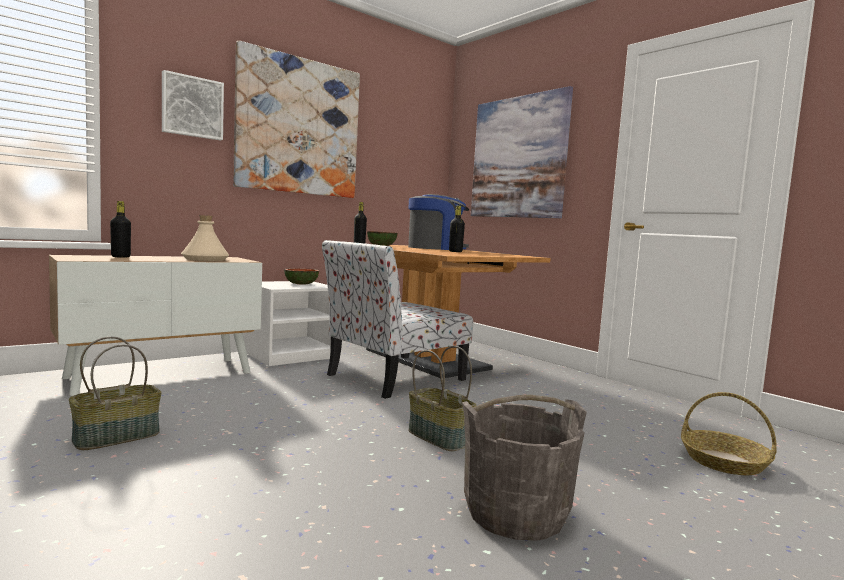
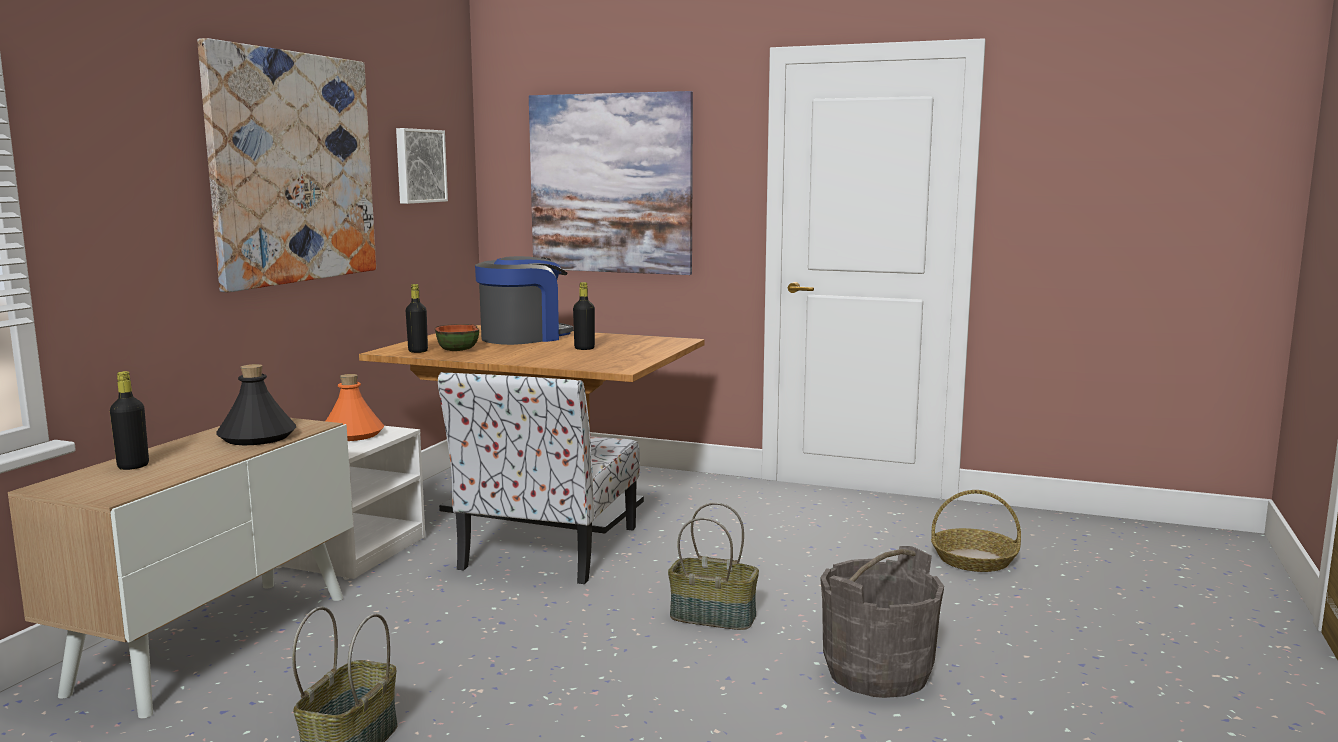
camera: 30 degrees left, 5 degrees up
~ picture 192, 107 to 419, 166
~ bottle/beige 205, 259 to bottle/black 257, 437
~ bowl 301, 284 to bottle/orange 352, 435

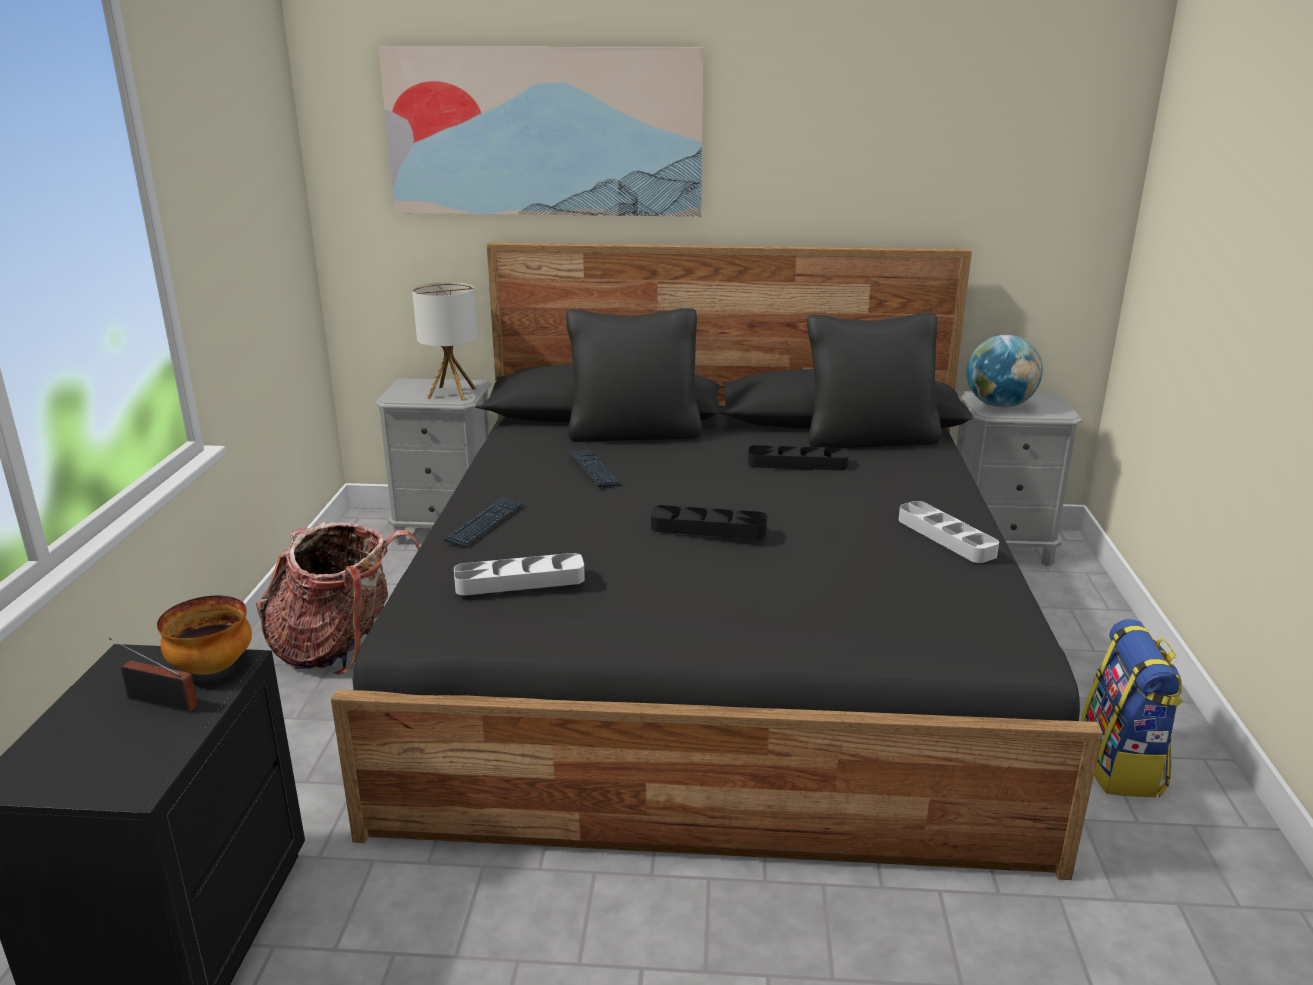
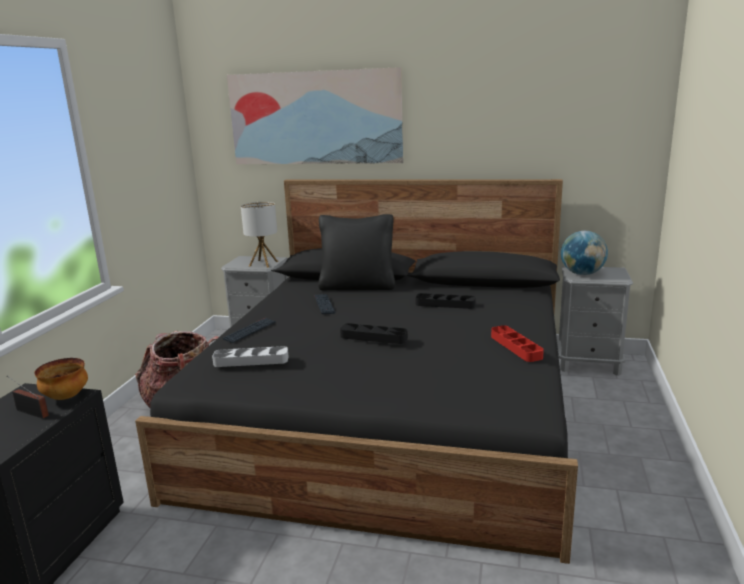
camera: 10 degrees right, 5 degrees down
- pillow/black 869, 439
~ tray/grey 946, 537 to tray/red 516, 347
- backpack 1122, 766

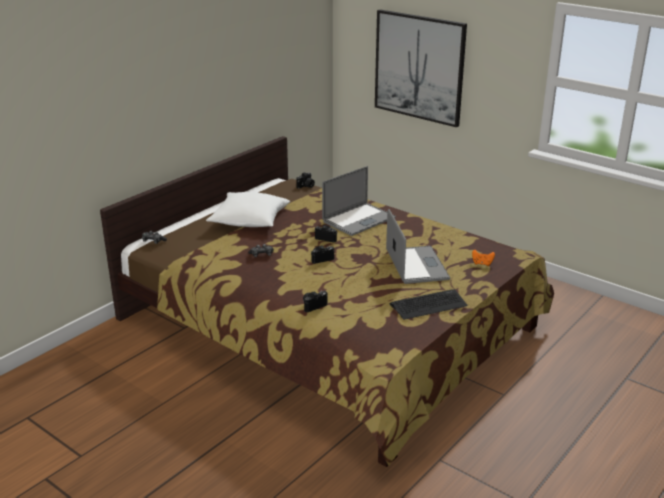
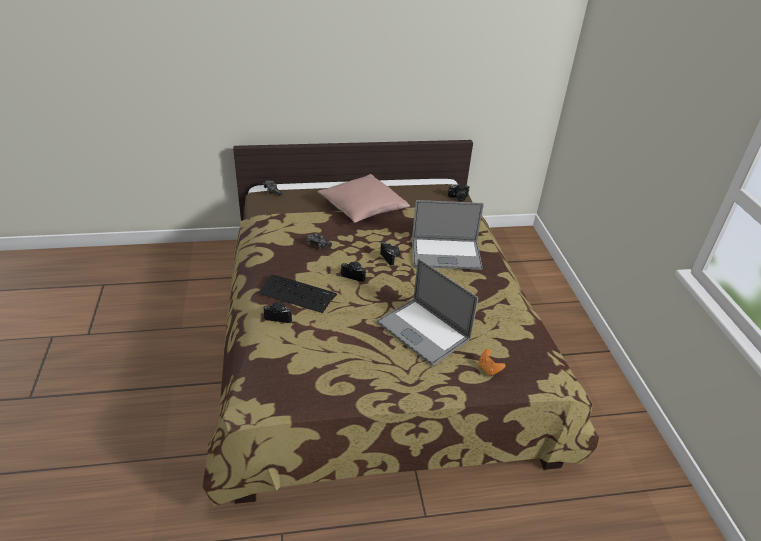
camera: 40 degrees right, 10 degrees up
- picture 419, 67
~ pillow/white 249, 221 to pillow/pink 362, 208
~ laptop 416, 265 = 423, 331 105 degrees clockwise
~ keyboard 428, 305 to 297, 294

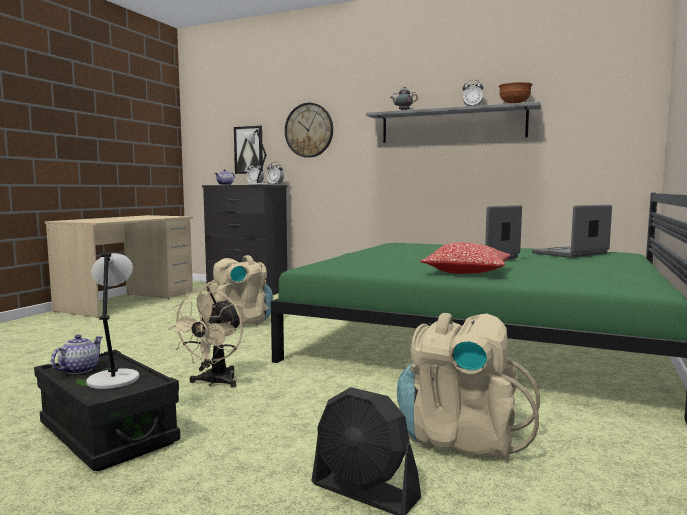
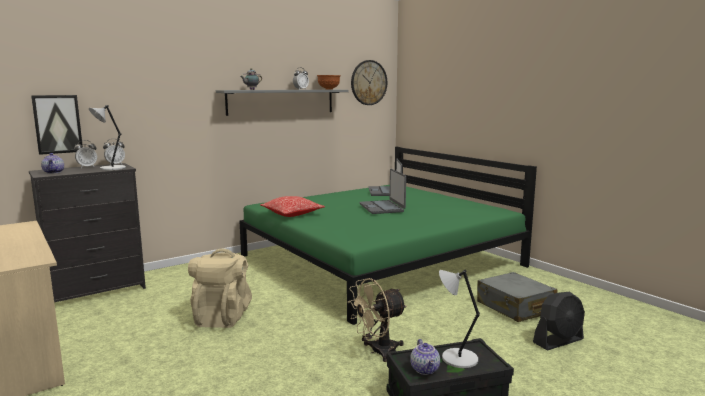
camera: 60 degrees left, 5 degrees up
~ wall clock 309, 130 to 368, 82
~ pillow 467, 272 to 292, 214
~ fan/beige 214, 383 = 377, 351 105 degrees clockwise
~ backpack/beige 461, 438 to suitcase/grey 515, 307
~ teapot 79, 370 = 425, 369 150 degrees counterclockwise

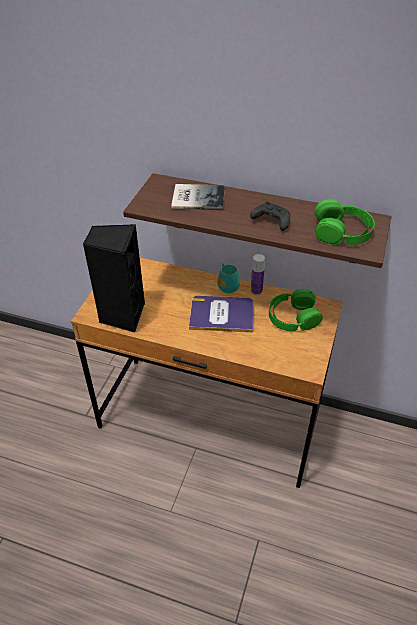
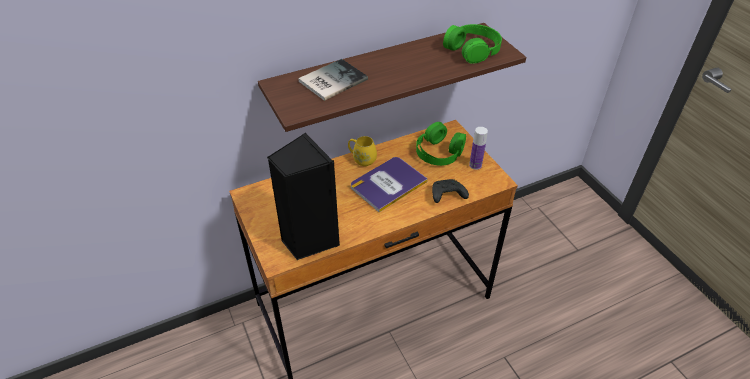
camera: 45 degrees left, 0 degrees up
~ game controller/black 271, 221 to 447, 195
~ bottle 256, 291 to 475, 165
~ mug/turquoise 227, 285 to mug/yellow 362, 159

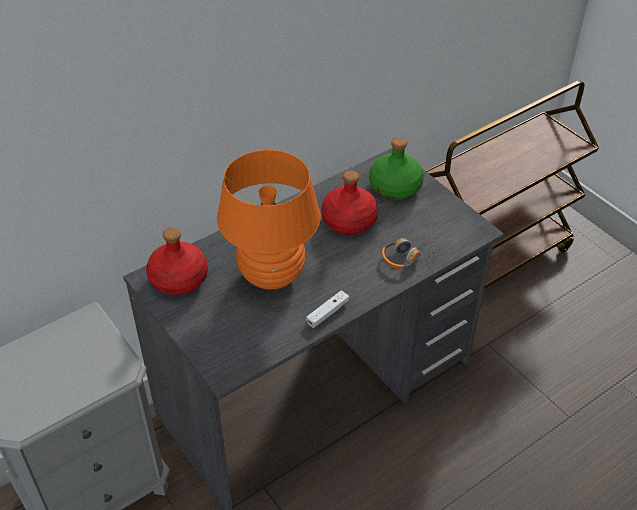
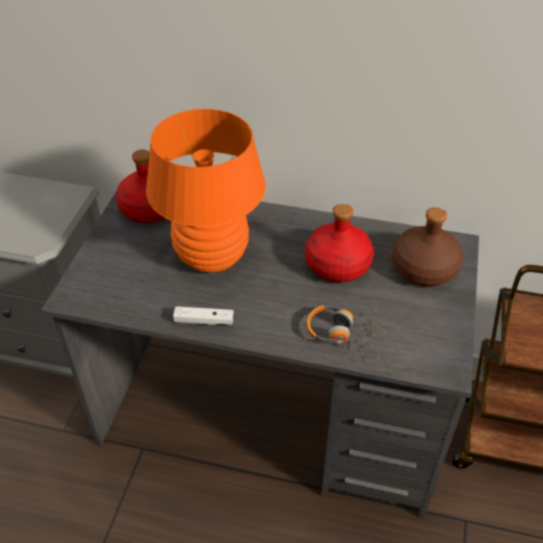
camera: 50 degrees right, 0 degrees up
~ bottle/green 394, 187 to bottle/brown 423, 268

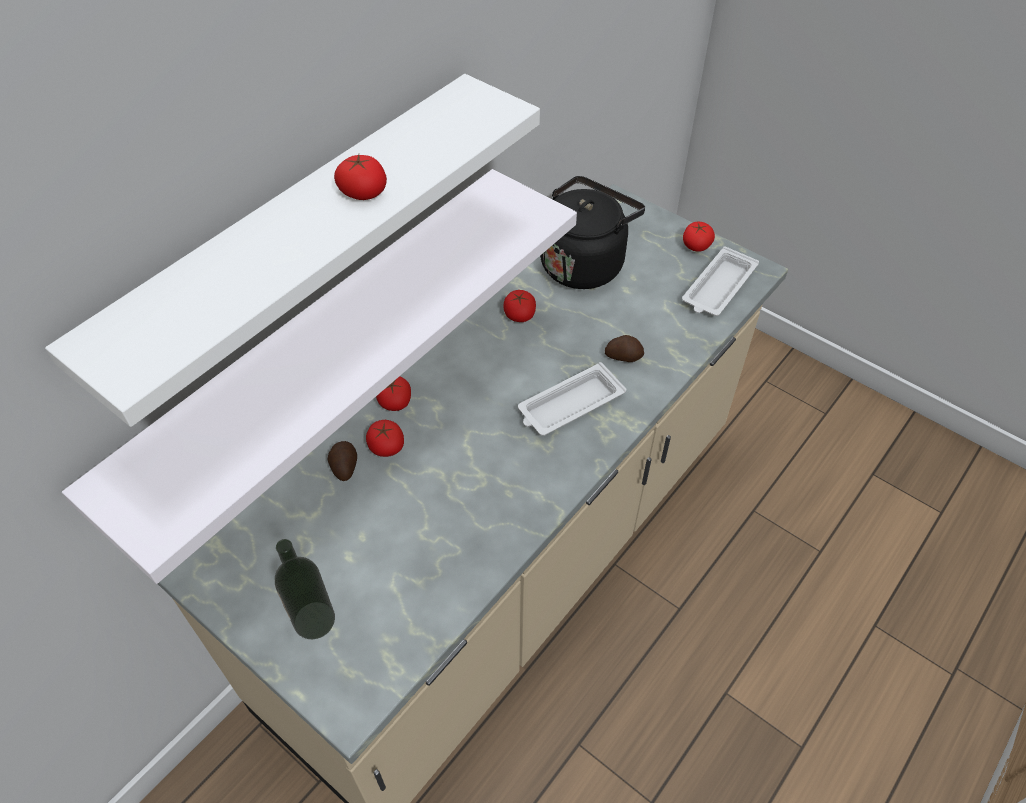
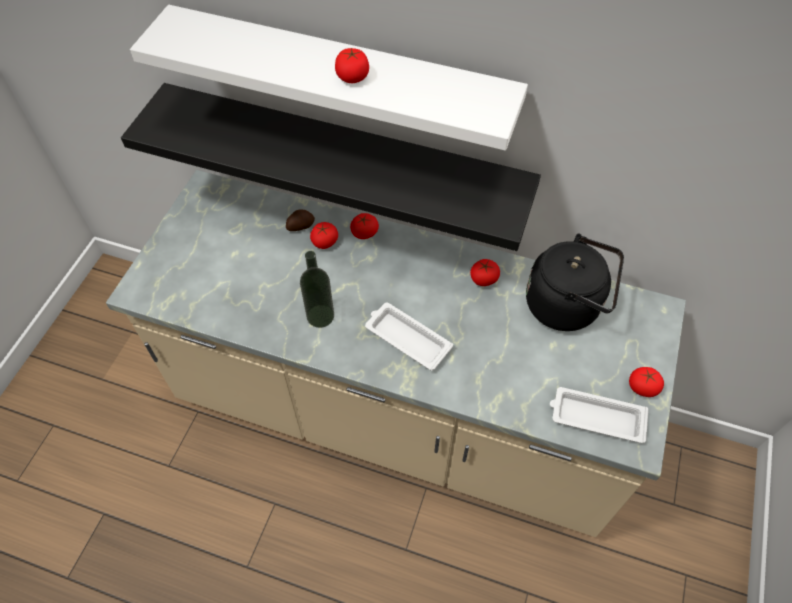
camera: 70 degrees right, 5 degrees up
~ shelf/white 319, 340 to shelf/black 345, 153
- potato 623, 356
~ bottle 314, 620 to 320, 316

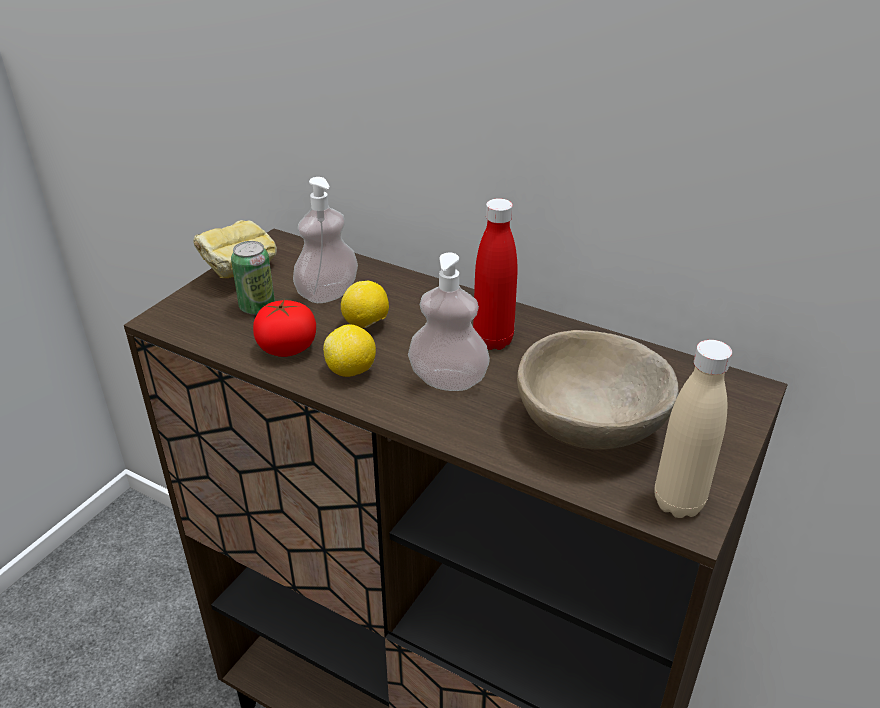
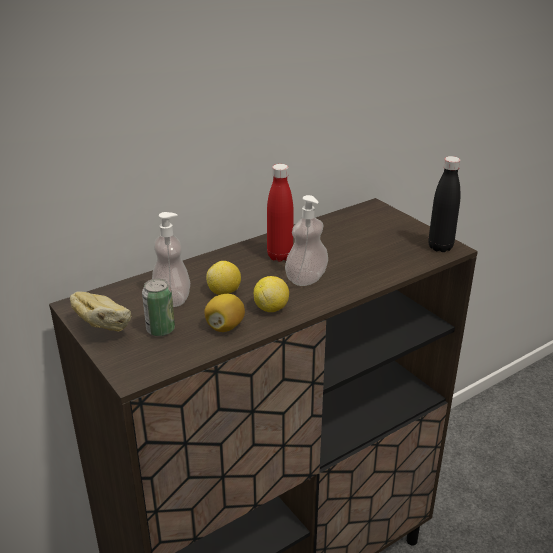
camera: 65 degrees left, 5 degrees down
~ tomato 287, 348 to lemon 225, 327
- bowl/beige 589, 427
~ bottle/beige 678, 503 to bottle/black 440, 247

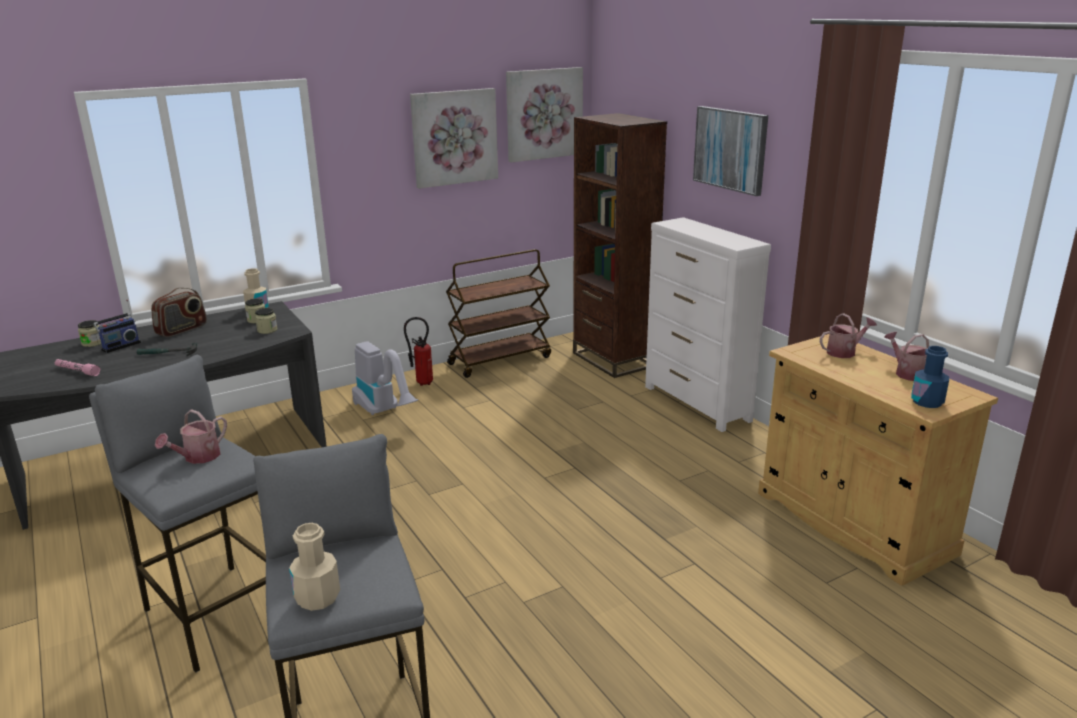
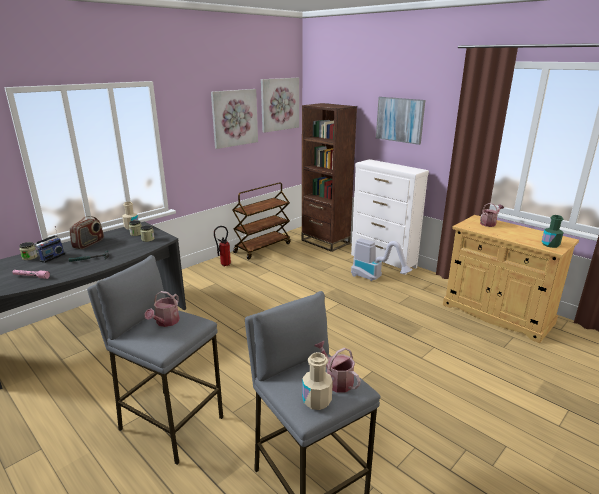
camera: 15 degrees left, 0 degrees up
~ watering can 907, 373 to 336, 380
~ vacuum cleaner 384, 411 to 375, 278
~ bottle/blue 927, 402 to bottle/green 550, 245

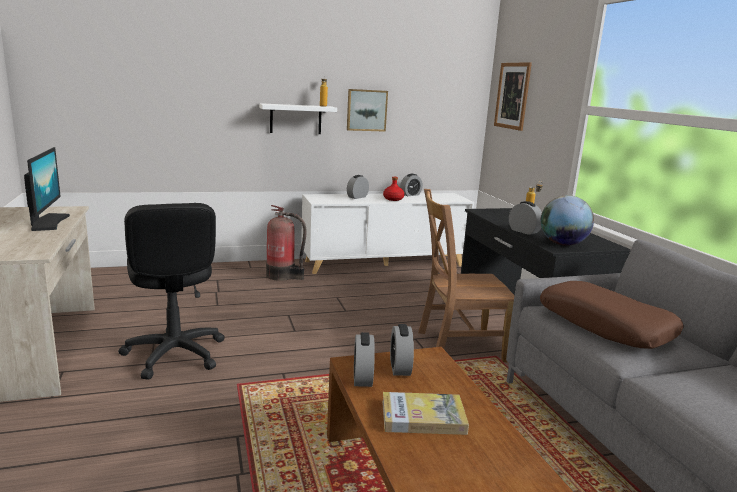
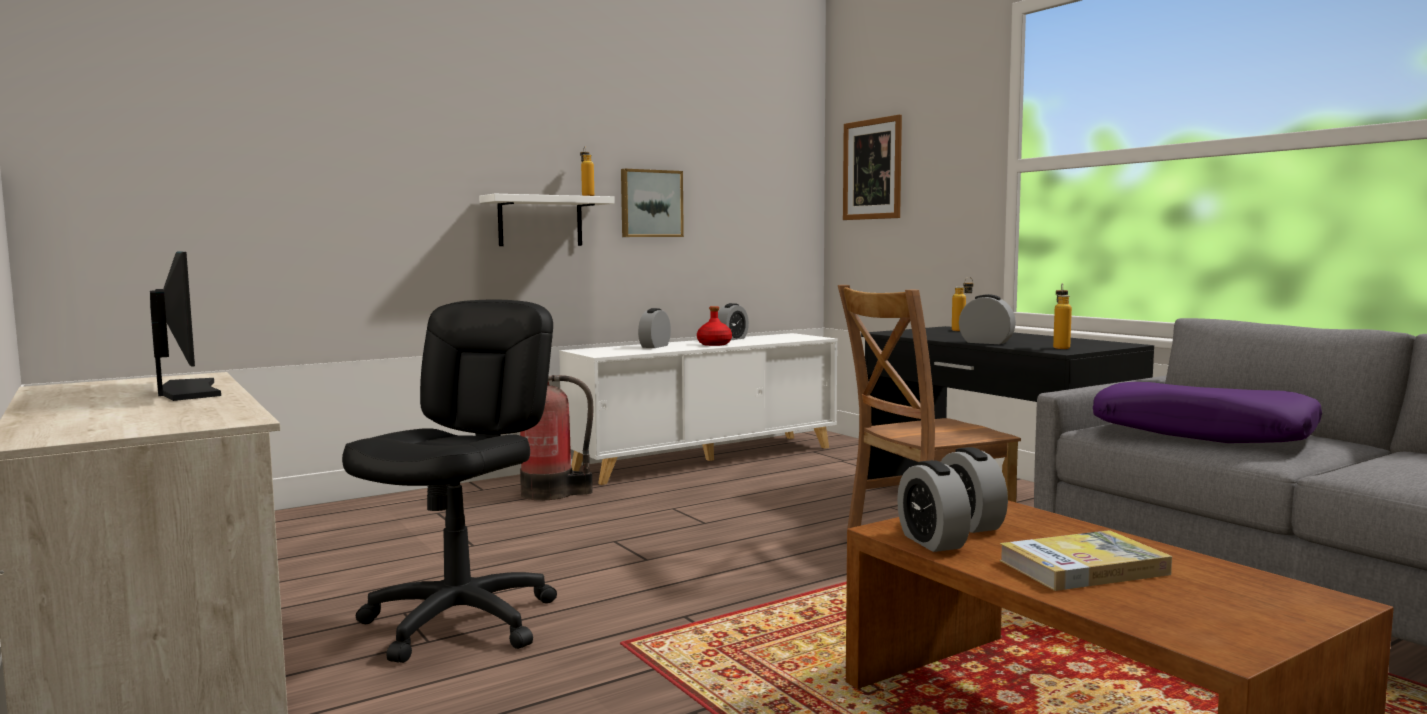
camera: 15 degrees left, 10 degrees down
~ globe 562, 244 to bottle 1060, 347
~ office chair/black 174, 354 = 461, 622 120 degrees counterclockwise
~ pillow/brown 605, 325 to pillow/purple 1202, 432

